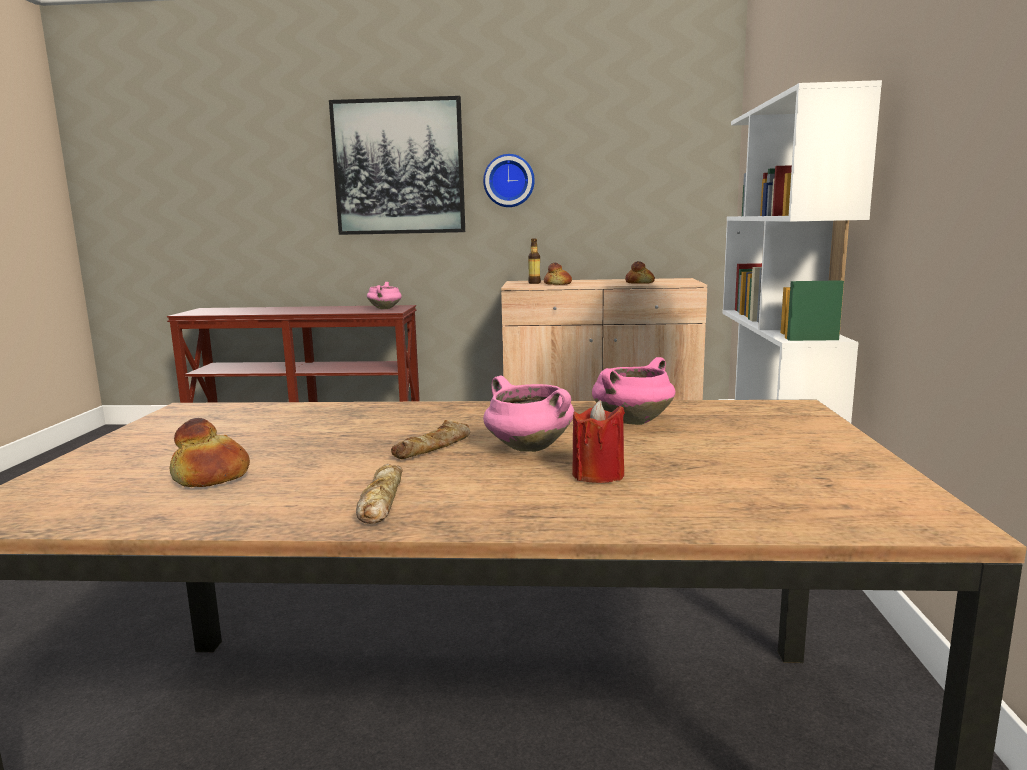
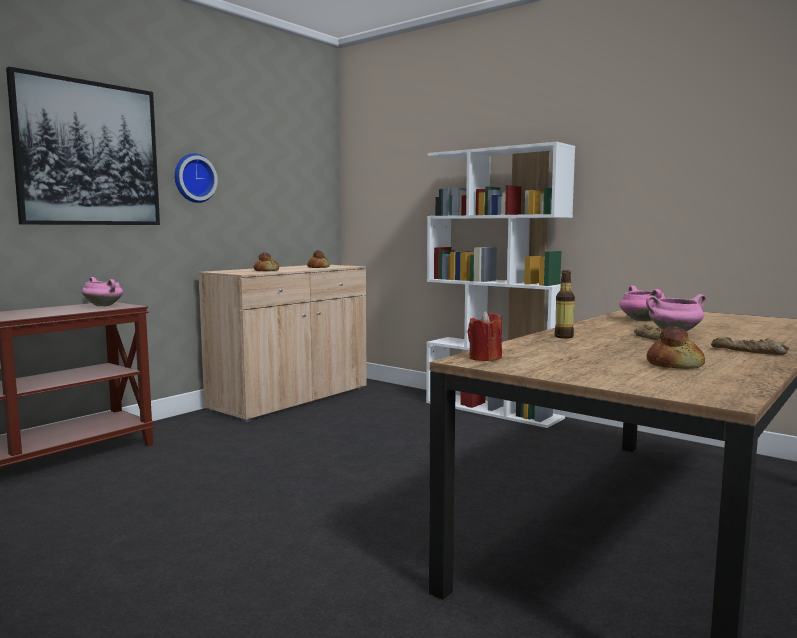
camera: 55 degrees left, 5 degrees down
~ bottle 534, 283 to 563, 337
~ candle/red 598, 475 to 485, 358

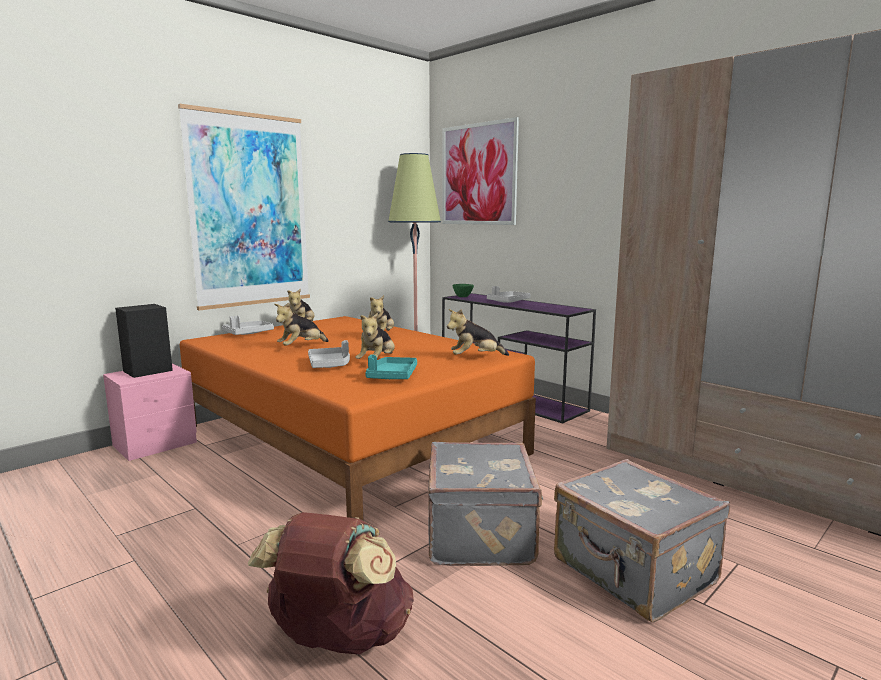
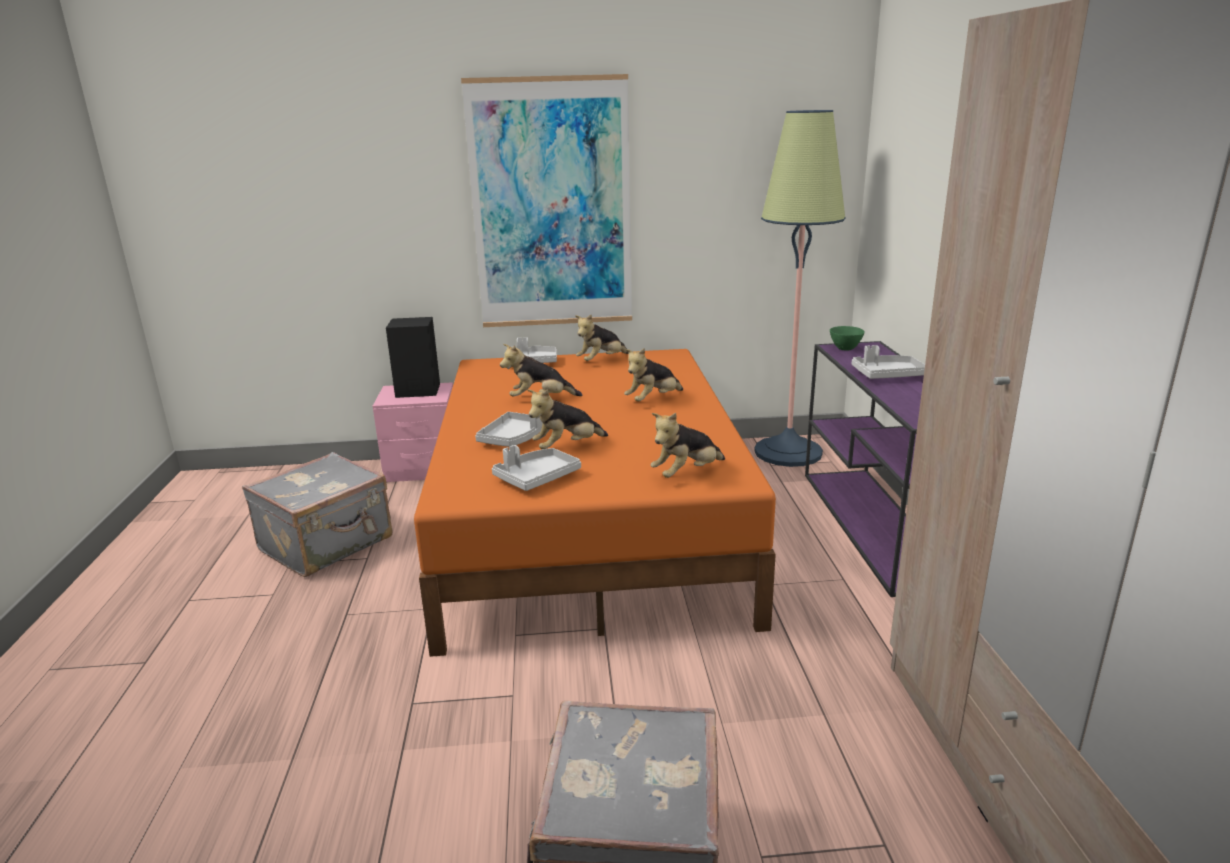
camera: 40 degrees right, 10 degrees up
- picture 478, 174
~ plush toy 475, 358 = 686, 473 60 degrees counterclockwise
~ tray/turquoise 392, 376 to tray/grey 536, 478
~ suitcase/grey 482, 534 to 328, 544
- backpack/brown 338, 640

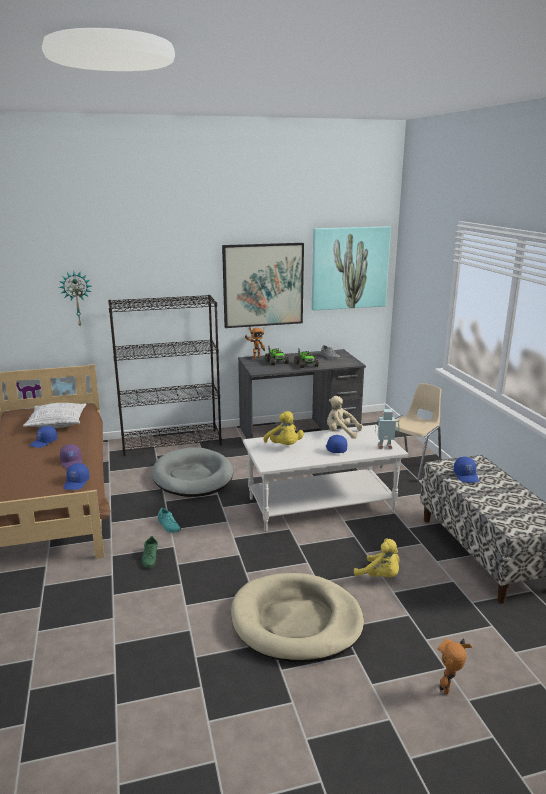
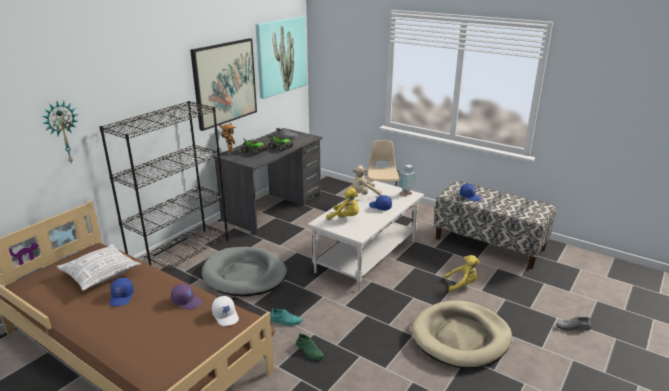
camera: 40 degrees left, 5 degrees up
~ cap/blue 77, 483 to cap/white 226, 316
~ toy robot 450, 689 to shoe/grey 572, 327

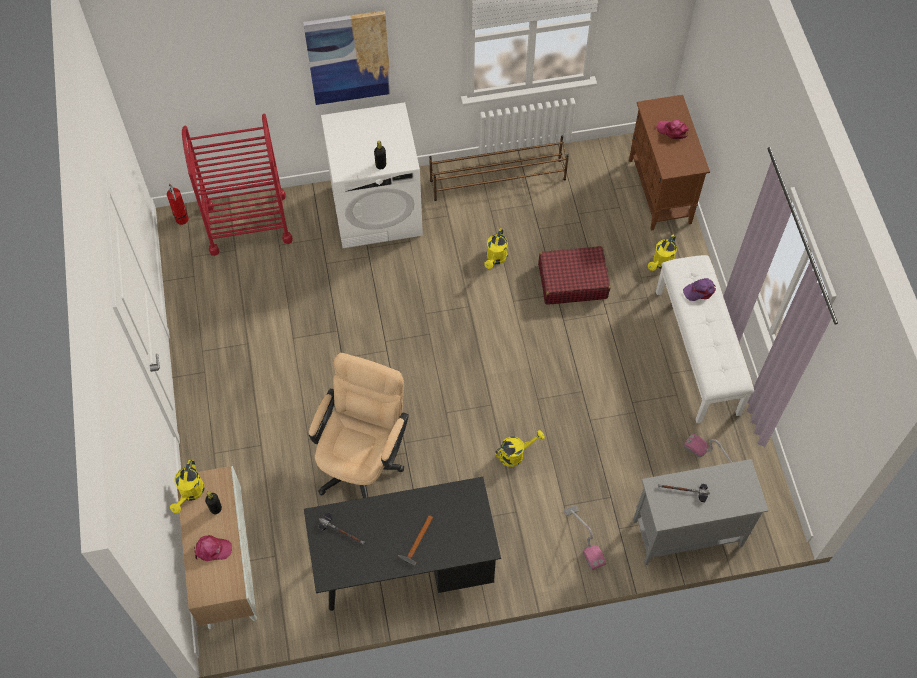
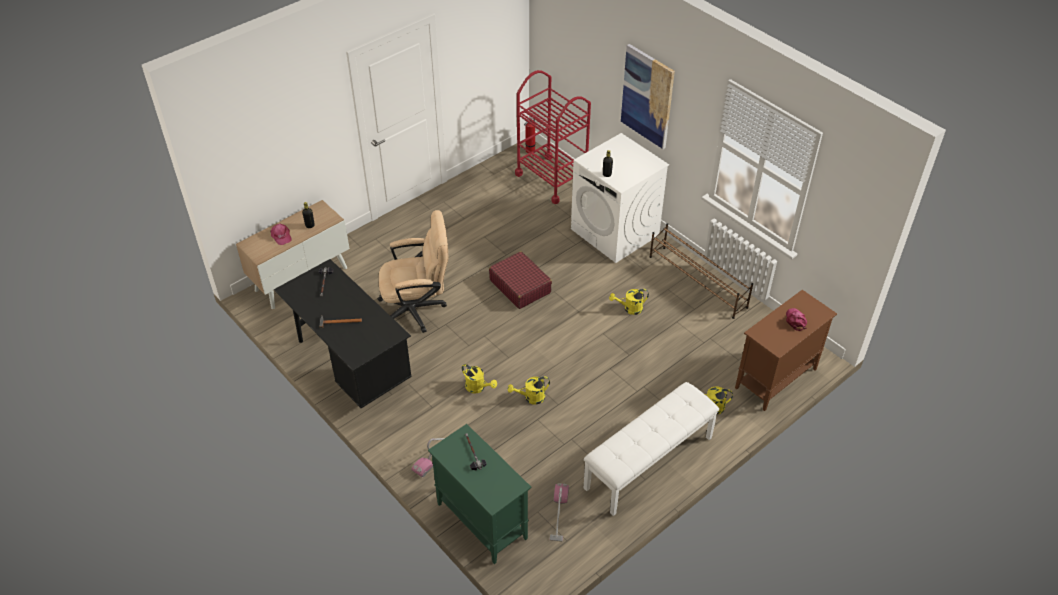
camera: 60 degrees right, 15 degrees down
~ suitcase/red 572, 281 to 520, 286
- cap/purple 700, 291
~ cabinet/grey 686, 533 to cabinet/green 481, 520
~ watering can/yellow 190, 493 to 531, 398

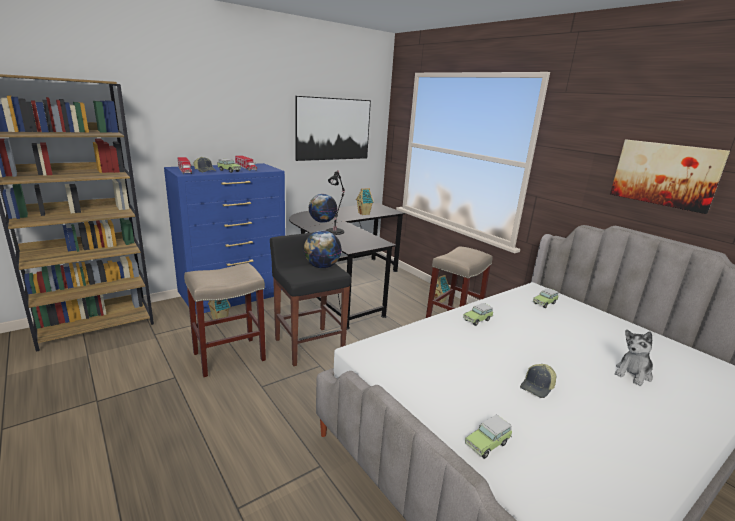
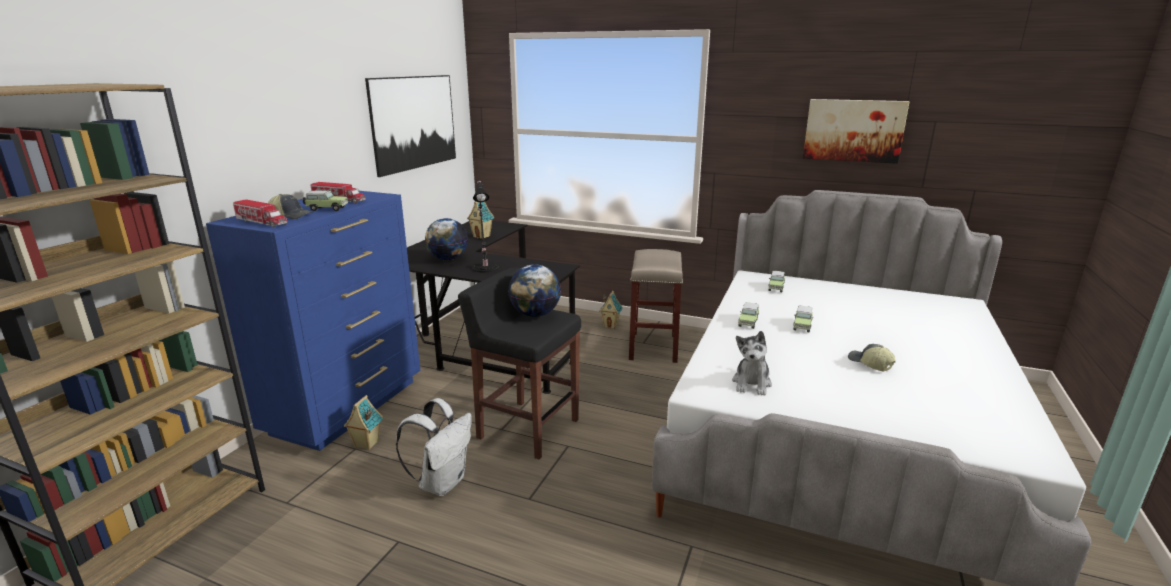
camera: 30 degrees left, 0 degrees up
~ stool/beige 230, 356 to backpack/white 442, 482
~ plush toy 633, 373 to 752, 383
~ cap 538, 387 = 869, 364 135 degrees clockwise
~ toy car 488, 444 to 802, 326

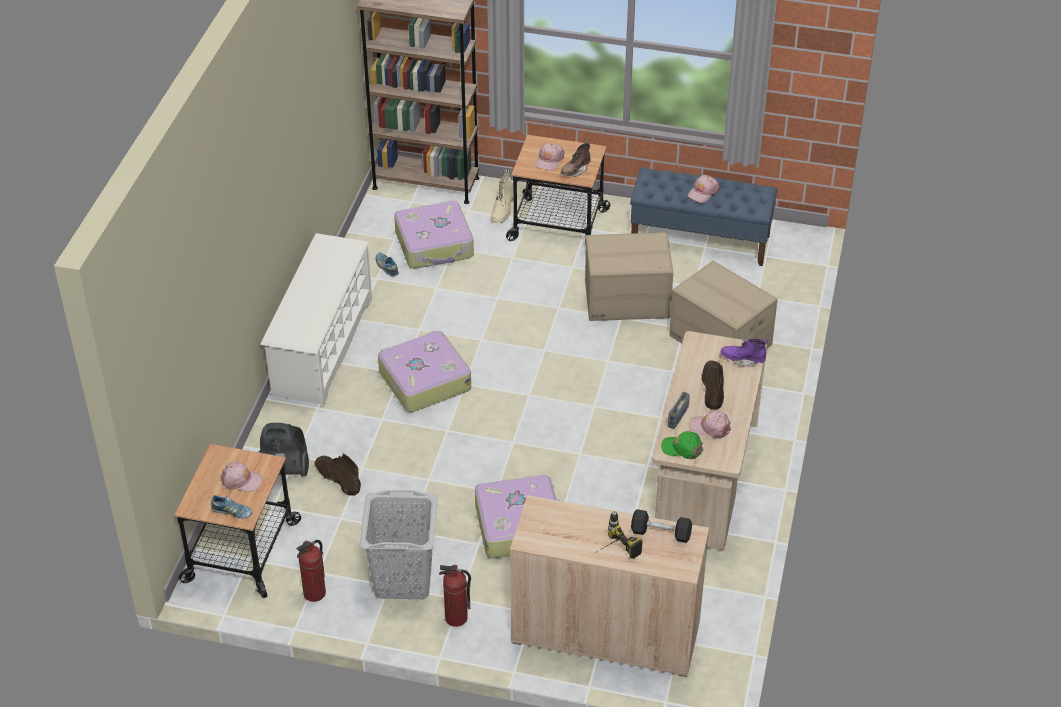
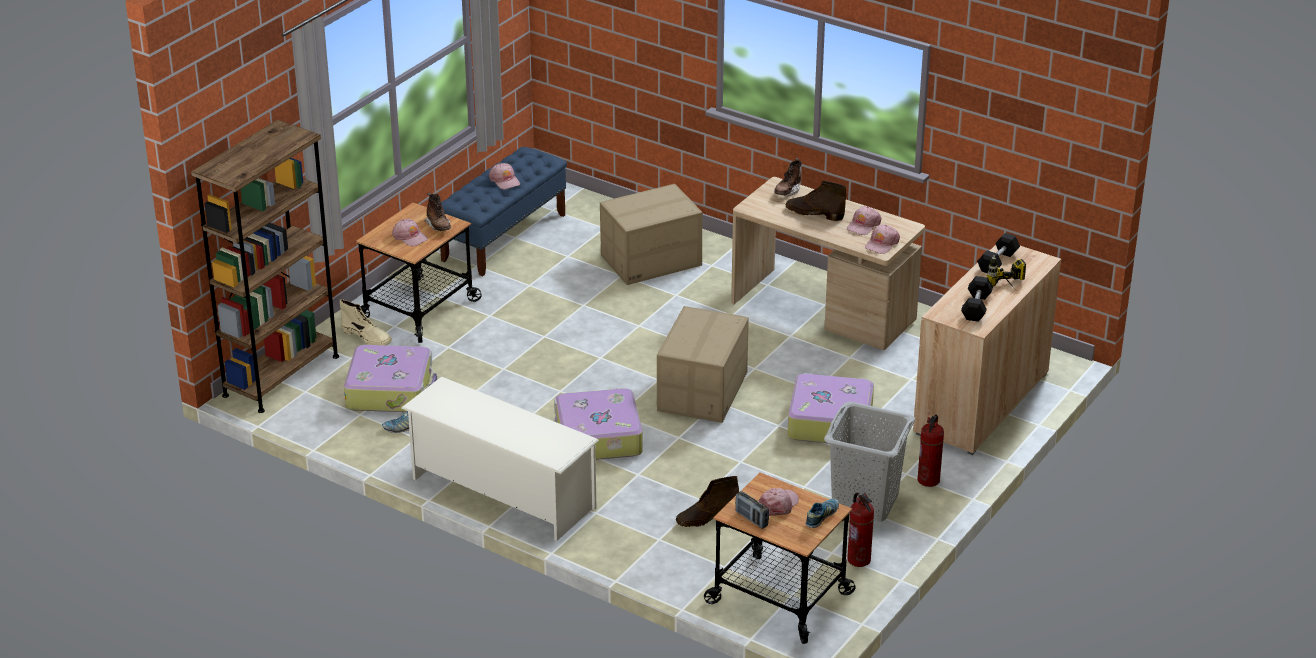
camera: 70 degrees left, 10 degrees down
~ cardboard box 627, 300 to 703, 392
~ boot/purple 743, 360 to boot/brown 787, 191
~ radio 678, 417 to 751, 519
- vacuum cleaner 285, 468
~ cap/green 682, 448 to cap/pink 881, 244
+ dumbbell/black 976, 307

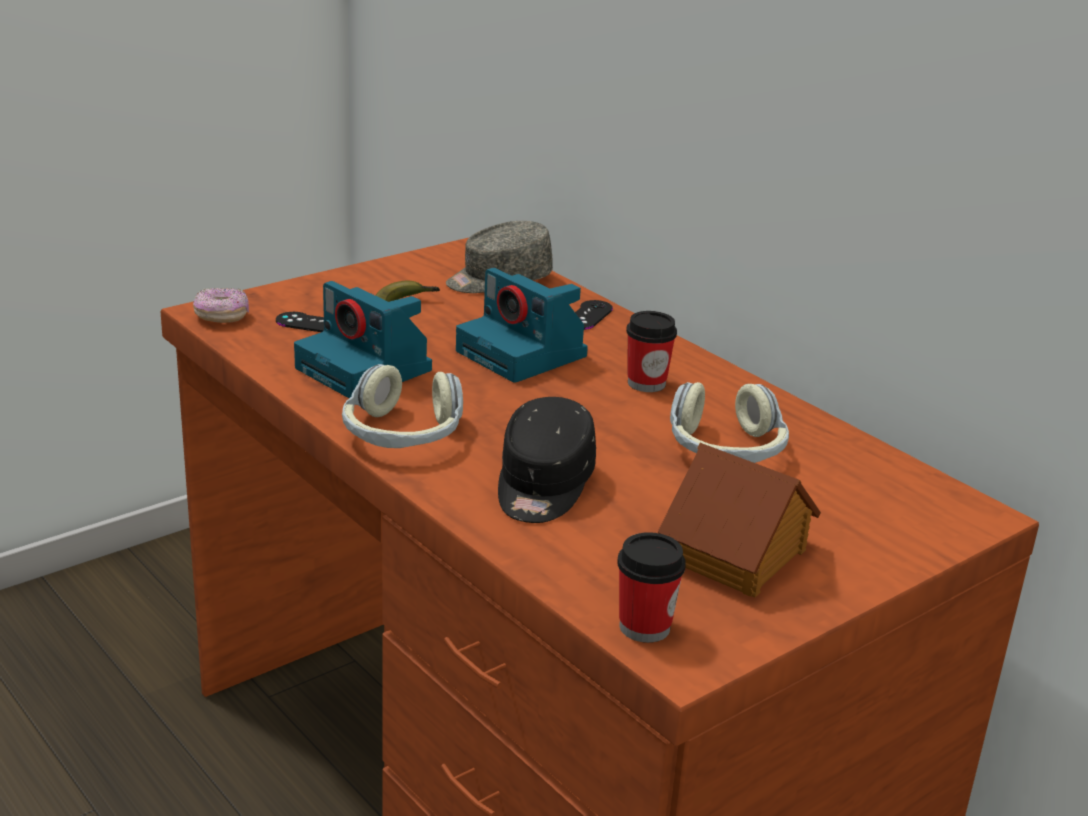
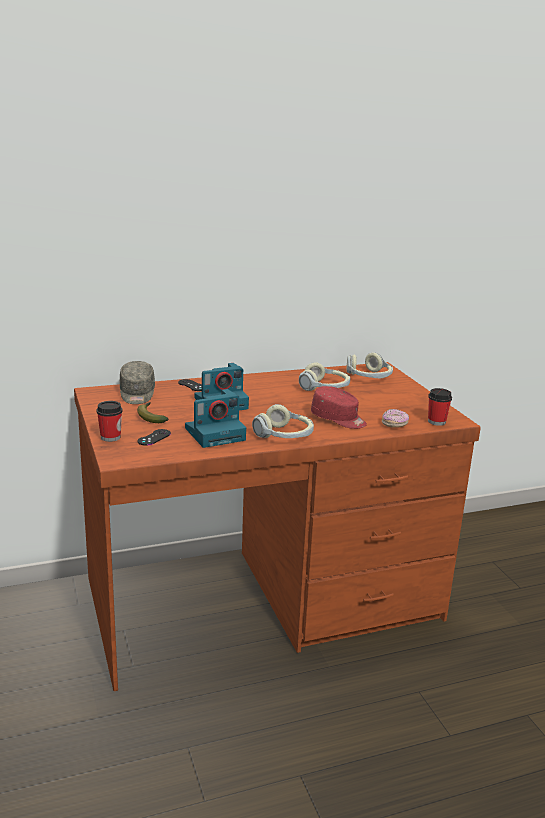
camera: 70 degrees left, 5 degrees down
~ donut 221, 317 to 394, 424
~ cup 646, 383 to 110, 437
~ cap/black 543, 486 to cap/red 338, 419
- toy house 737, 555
+ headphones 369, 377

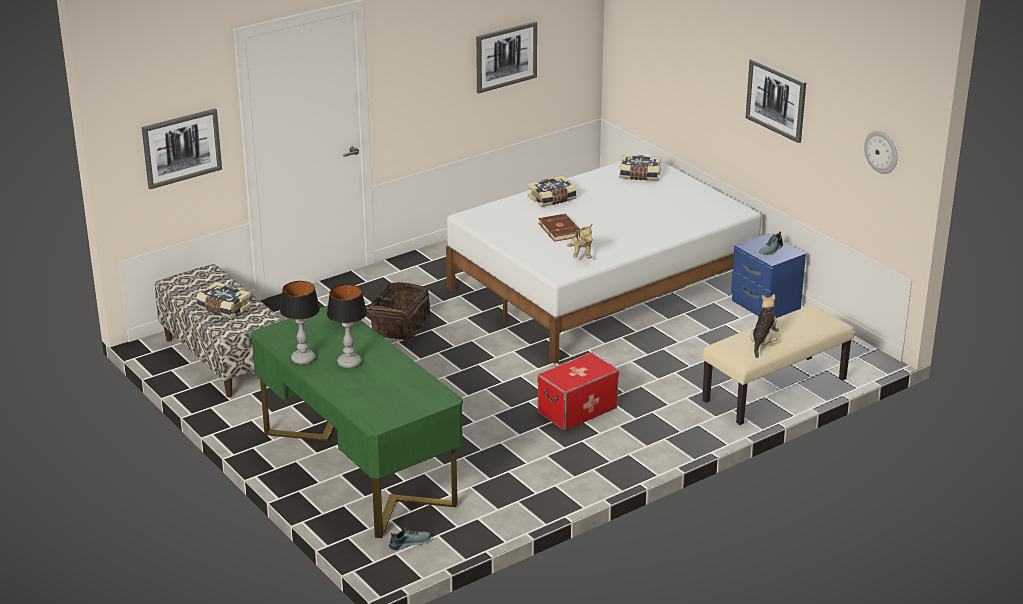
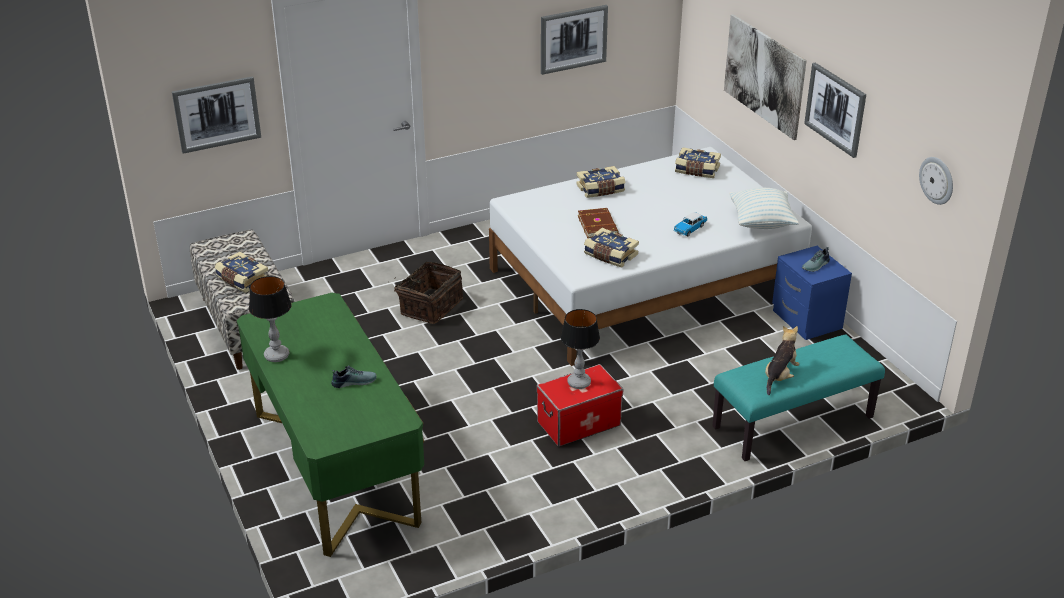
camera: 10 degrees right, 5 degrees up
~ plush toy 581, 254 to book 610, 255
~ table lamp 350, 363 to 579, 383
~ bench/beige 775, 391 to bench/turquoise 793, 423
~ shoe 409, 542 to 354, 381
+ picture 764, 75
+ pillow 761, 223
+ toy car 690, 229

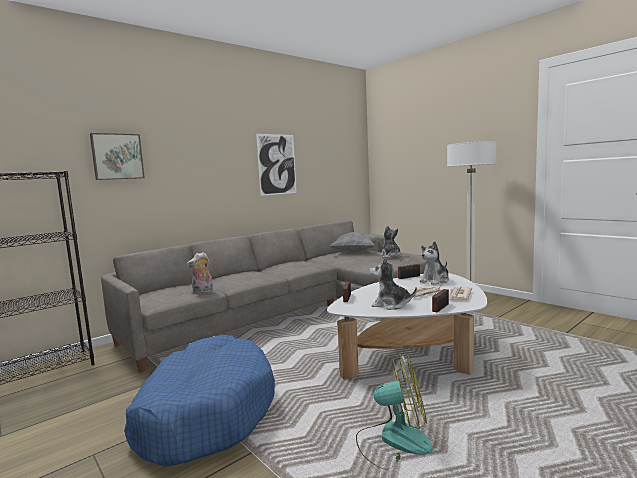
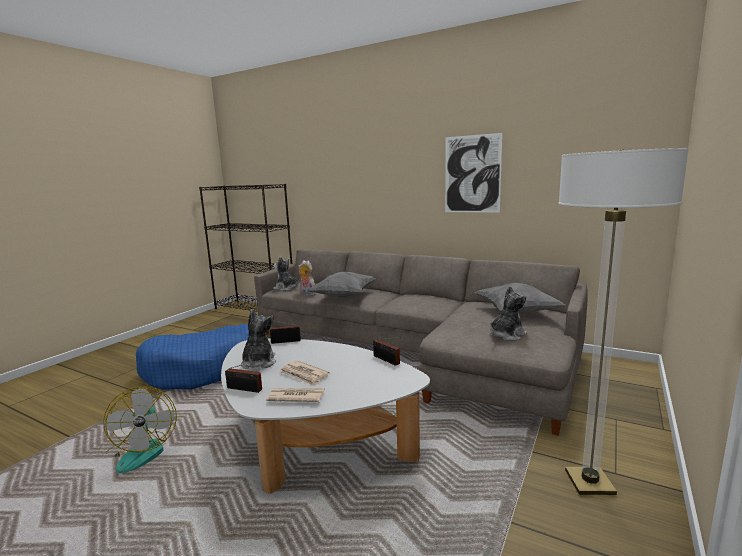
camera: 70 degrees right, 5 degrees up
- picture 117, 156
~ plush toy 435, 280 to 286, 288
+ pillow/grey 344, 296

